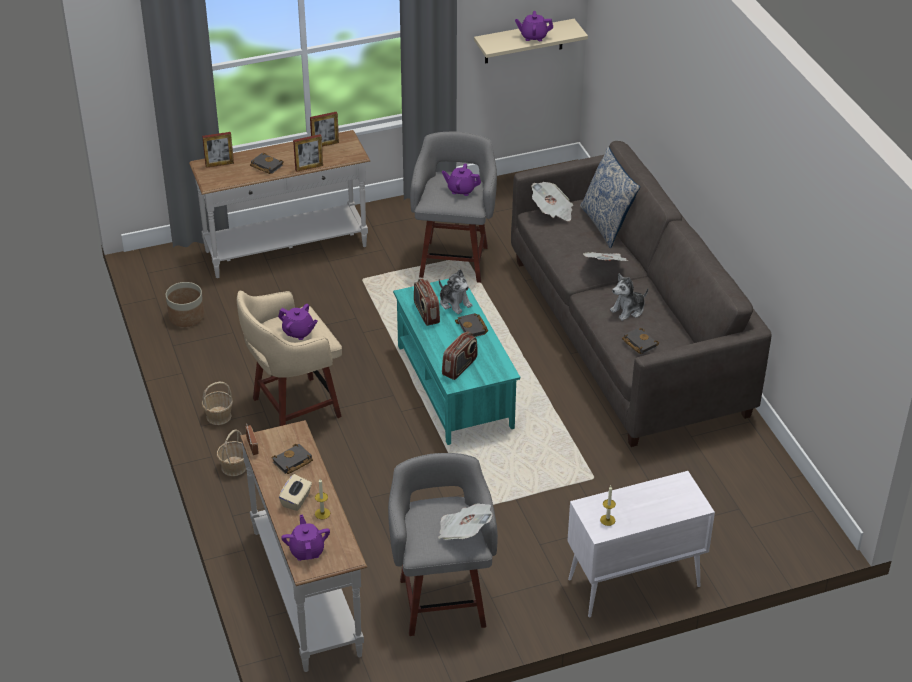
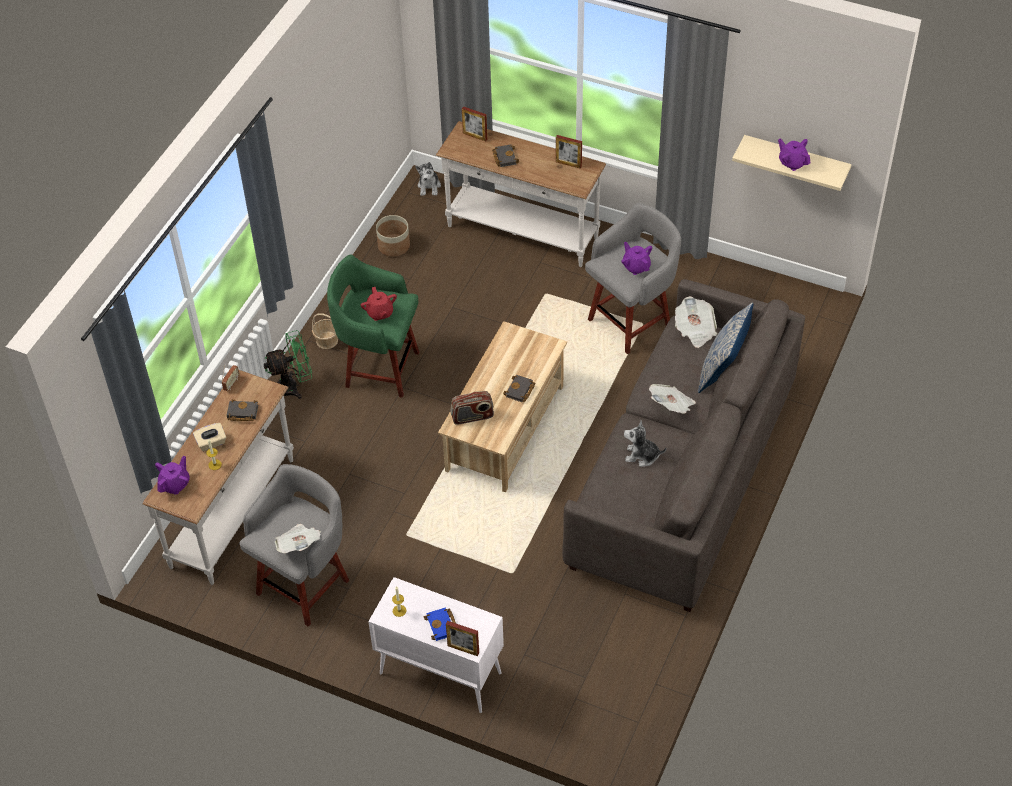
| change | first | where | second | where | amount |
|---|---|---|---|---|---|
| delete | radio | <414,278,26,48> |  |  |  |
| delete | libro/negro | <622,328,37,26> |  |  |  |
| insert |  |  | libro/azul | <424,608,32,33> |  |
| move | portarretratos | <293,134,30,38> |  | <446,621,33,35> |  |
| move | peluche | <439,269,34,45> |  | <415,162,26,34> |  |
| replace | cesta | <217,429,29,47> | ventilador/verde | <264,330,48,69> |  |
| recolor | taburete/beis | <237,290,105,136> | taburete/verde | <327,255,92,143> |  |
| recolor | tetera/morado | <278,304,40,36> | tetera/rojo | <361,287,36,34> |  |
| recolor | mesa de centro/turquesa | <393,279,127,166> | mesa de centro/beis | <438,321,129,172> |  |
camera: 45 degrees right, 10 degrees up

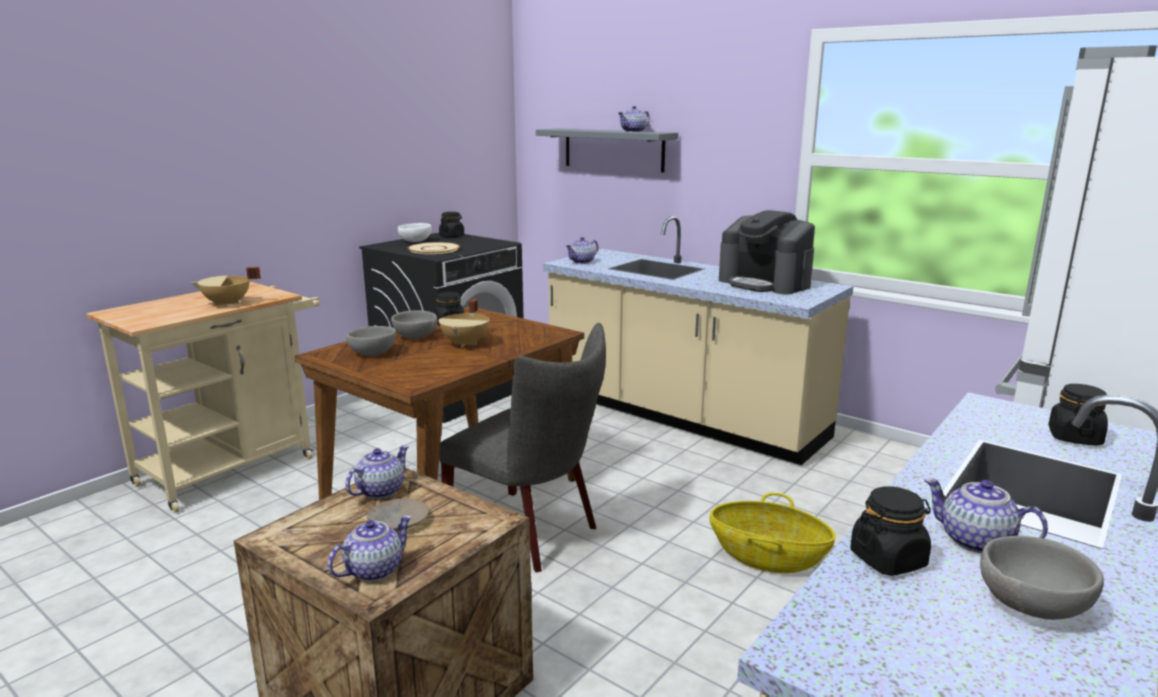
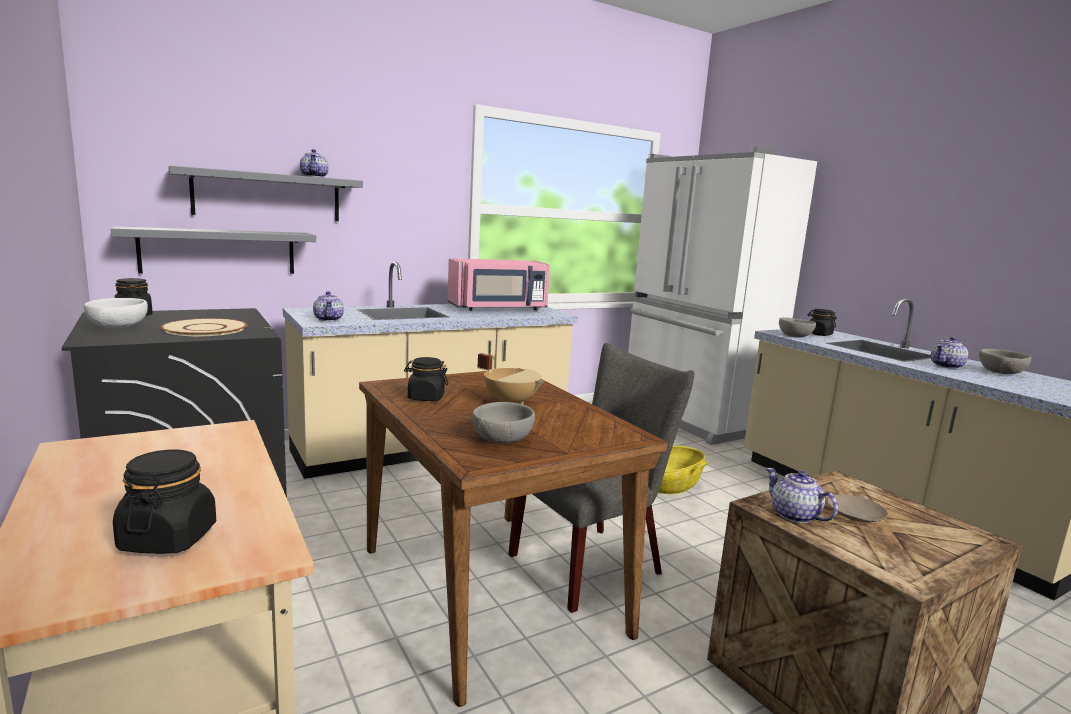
| change | first | where | second | where | amount |
|---|---|---|---|---|---|
| delete | olla/beis | <191,267,70,40> |  |  |  |
| delete | tetera | <327,515,85,66> |  |  |  |
| insert |  |  | estante/gris | <111,226,205,48> |  |
| move | cuenco/gris | <391,310,46,29> |  | <779,317,37,20> |  |
| move | tarro/negro | <850,486,81,90> |  | <113,450,103,104> |  |
| replace | cafetera | <719,210,96,85> | microondas/rosa | <448,258,102,53> |  |
camera: 70 degrees left, 5 degrees down

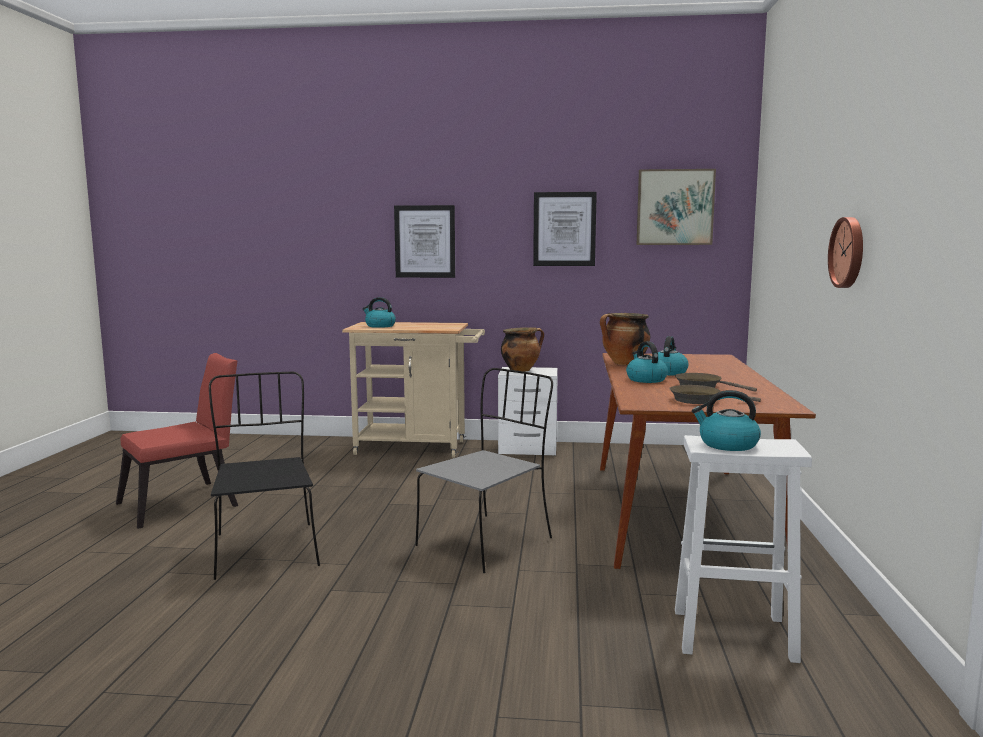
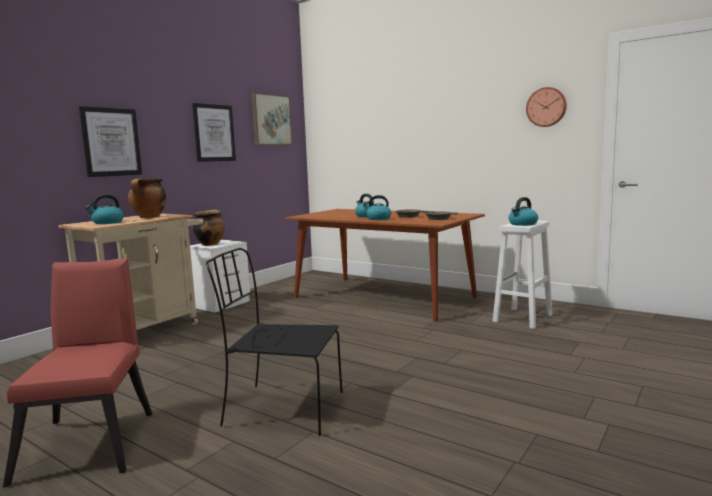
| change | first | where | second | where | amount |
|---|---|---|---|---|---|
| delete | silla/gris | <415,368,138,205> |  |  |  |
| move | olla | <600,313,50,52> |  | <128,179,39,39> |  |
| move | reloj de pared | <828,217,35,71> |  | <526,87,41,40> |  |
camera: 60 degrees left, 0 degrees up

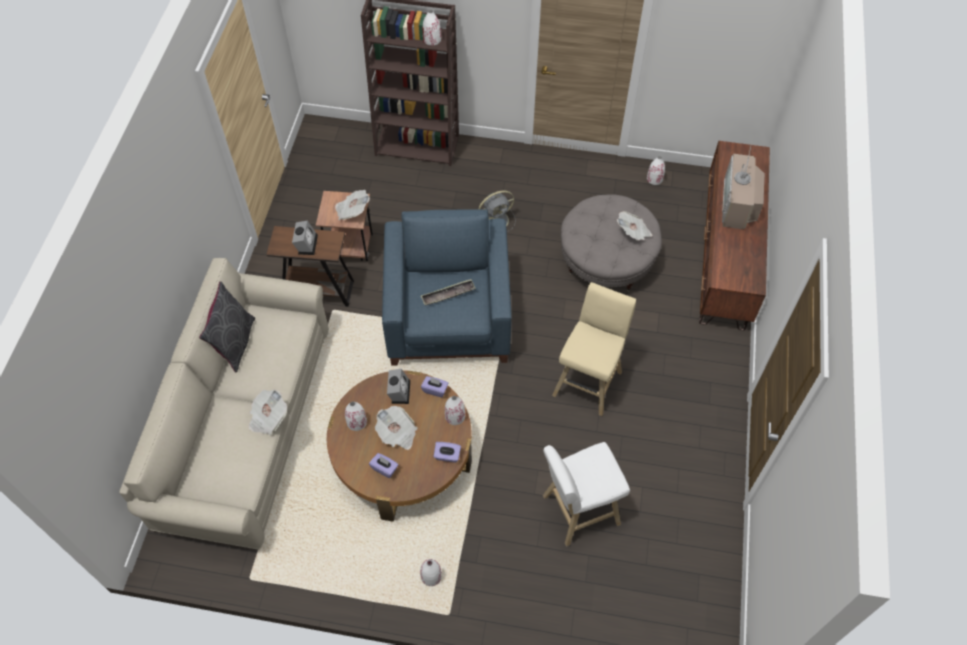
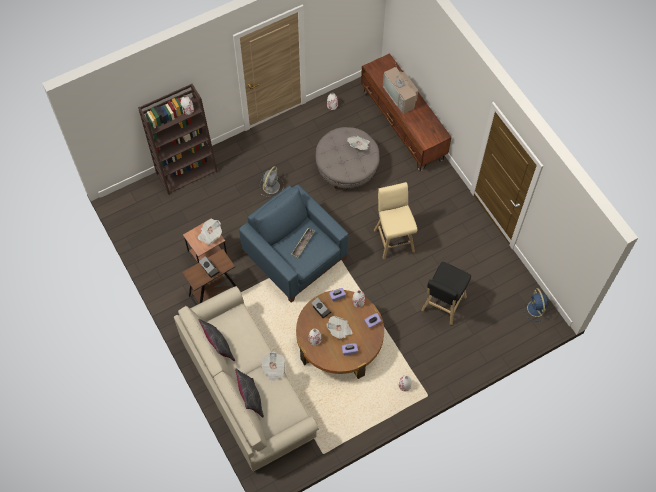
| change | first | where | second | where | amount |
|---|---|---|---|---|---|
| insert |  |  | cojín/gris | <235,368,29,50> |  |
| insert |  |  | ventilador/azul | <523,288,27,33> |  |
| recolor | taburete/blanco | <543,442,87,104> | taburete/negro | <421,262,50,63> |  |
camera: 40 degrees left, 5 degrees up

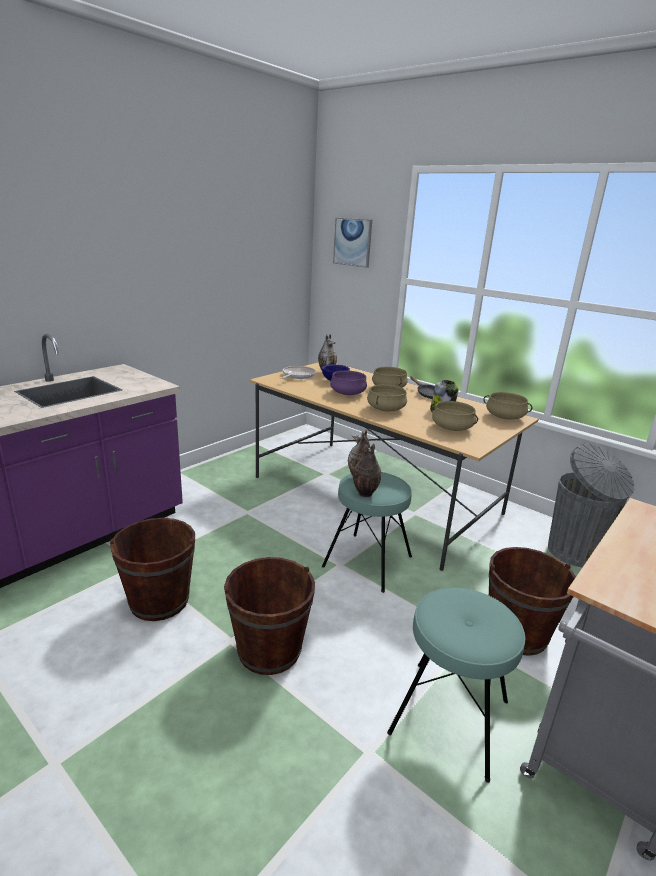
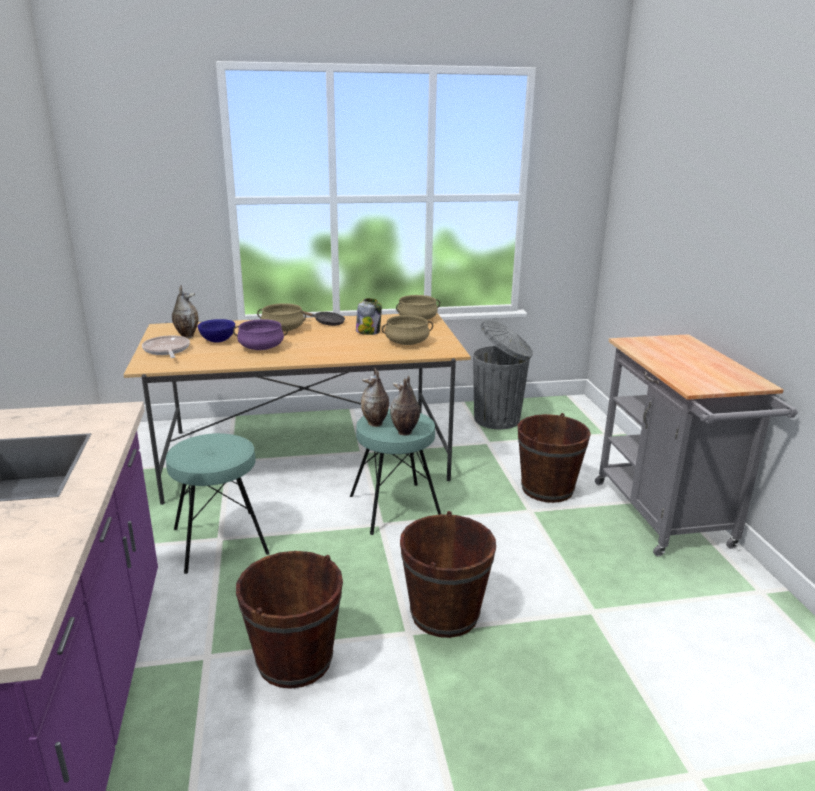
| change | first | where | second | where | amount |
|---|---|---|---|---|---|
| delete | cuadro | <333,218,39,50> |  |  |  |
| delete | olla/beis | <367,384,40,28> |  |  |  |
| move | taburete/turquesa | <387,587,138,196> |  | <166,433,103,141> |  |
camera: 50 degrees left, 0 degrees up

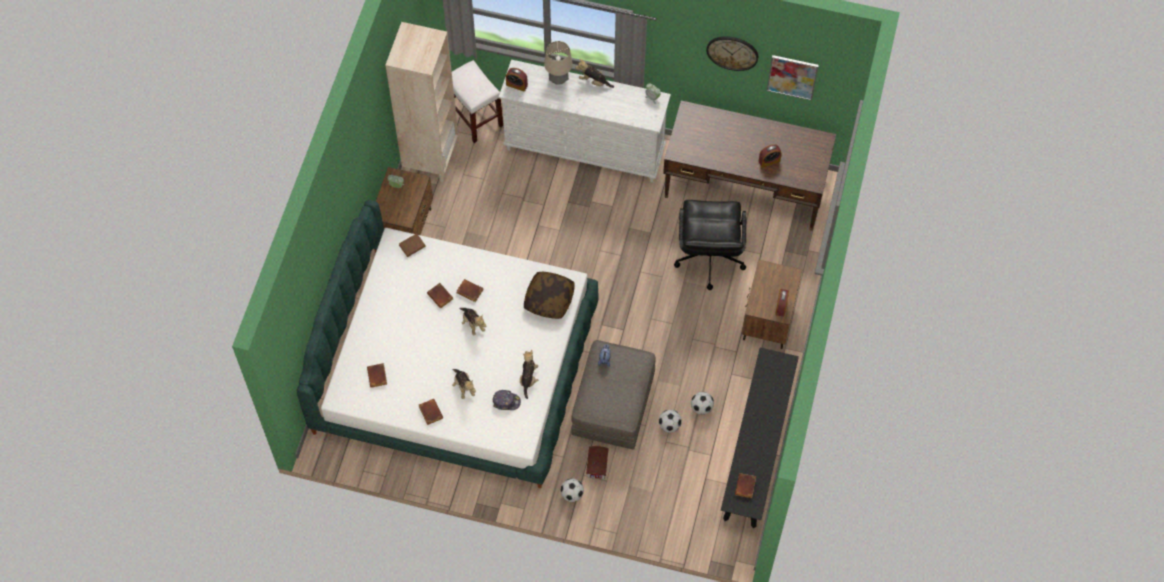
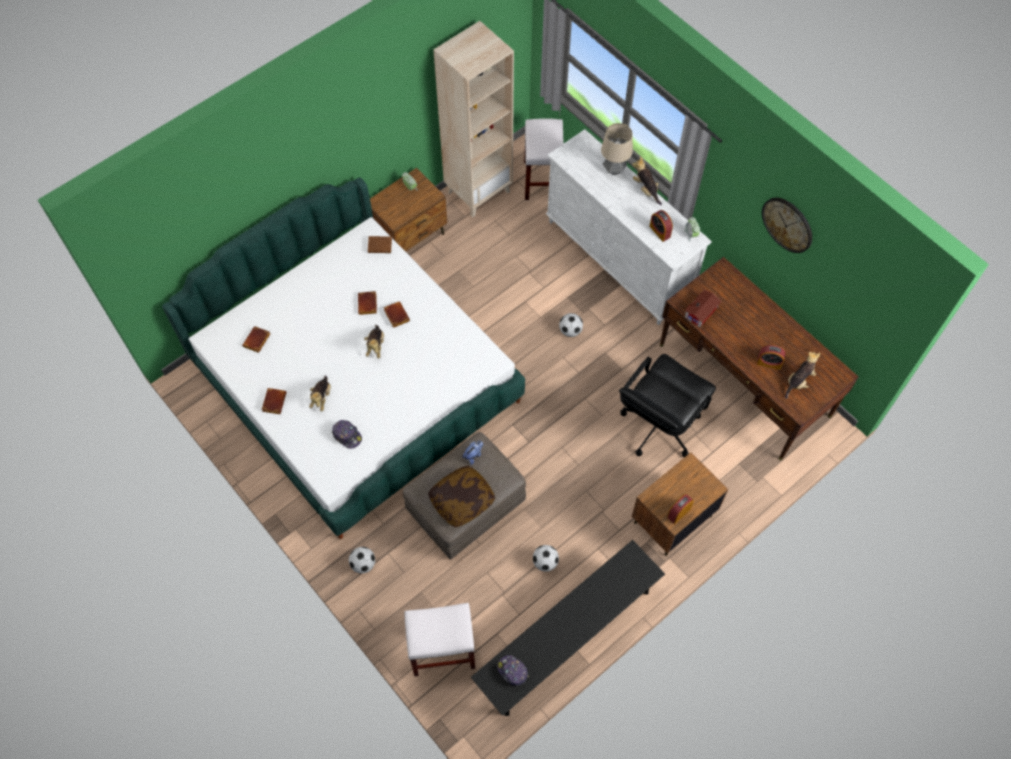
| change | first | where | second | where | amount |
|---|---|---|---|---|---|
| delete | cuadro | <767,55,52,46> |  |  |  |
| insert |  |  | taburete/blanco | <404,603,71,74> |  |
| move | despertador | <506,68,22,24> |  | <649,210,24,32> |  |
| move | peluche | <520,350,18,49> |  | <785,352,35,47> |  |
| move | cojín | <524,271,51,48> |  | <428,466,67,61> |  |
| move | casita | <586,446,23,33> |  | <685,290,37,37> |  |
| move | balón de fútbol | <659,410,23,23> |  | <559,313,24,24> |  |
| replace | libro/marrón | <735,473,21,25> | gorra | <497,655,32,31> |  |
camera: 35 degrees right, 0 degrees up

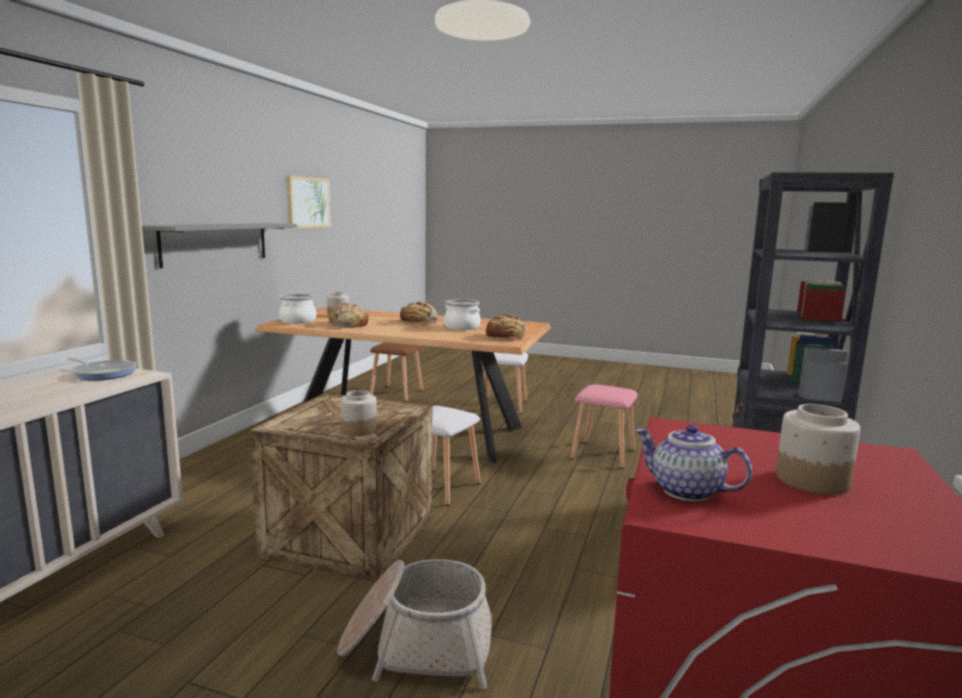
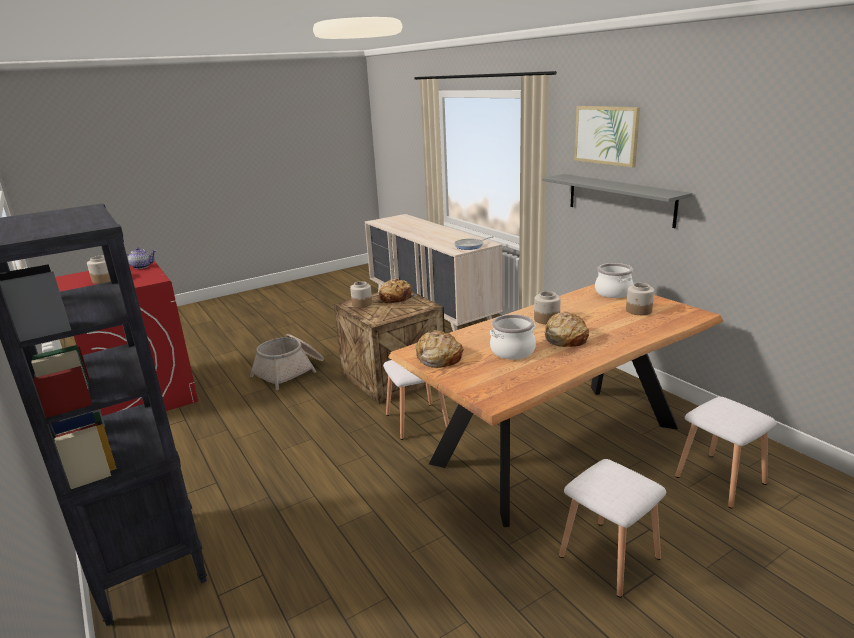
| change | first | where | second | where | amount |
|---|---|---|---|---|---|
| delete | taburete/rosa | <570,384,68,85> |  |  |  |
| insert |  |  | tarro | <534,291,27,33> |  |
| move | cuadro | <286,176,45,53> |  | <574,106,66,61> |  |
| move | pan | <328,303,41,25> |  | <379,278,38,26> |  |
| recolor | taburete/marrón | <370,342,53,60> | taburete/blanco | <675,397,102,112> |  |
camera: 130 degrees right, 10 degrees up

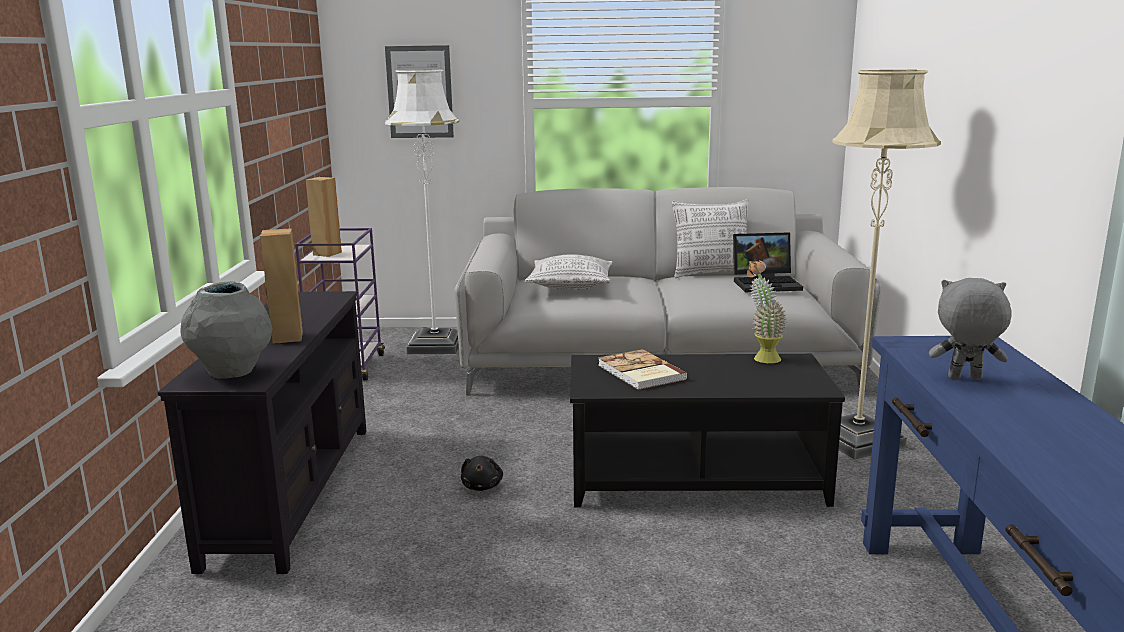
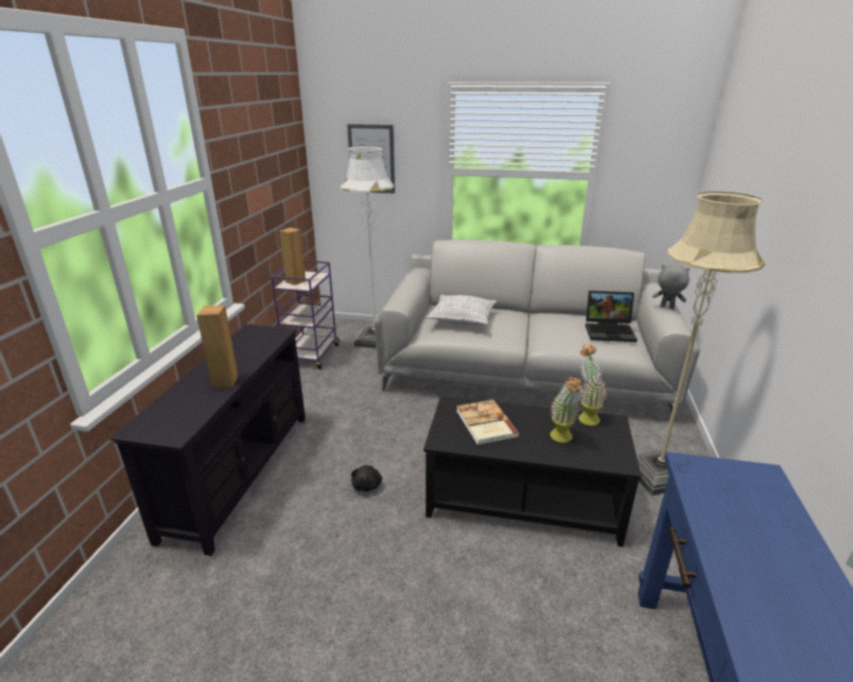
| change | first | where | second | where | amount |
|---|---|---|---|---|---|
| delete | florero/gris | <181,281,91,98> |  |  |  |
| delete | cojín | <672,200,77,78> |  |  |  |
| insert |  |  | planta en maceta | <550,375,33,68> |  |
| move | peluche/gris | <929,278,83,102> |  | <652,265,38,44> |  |
camera: 10 degrees right, 10 degrees up

